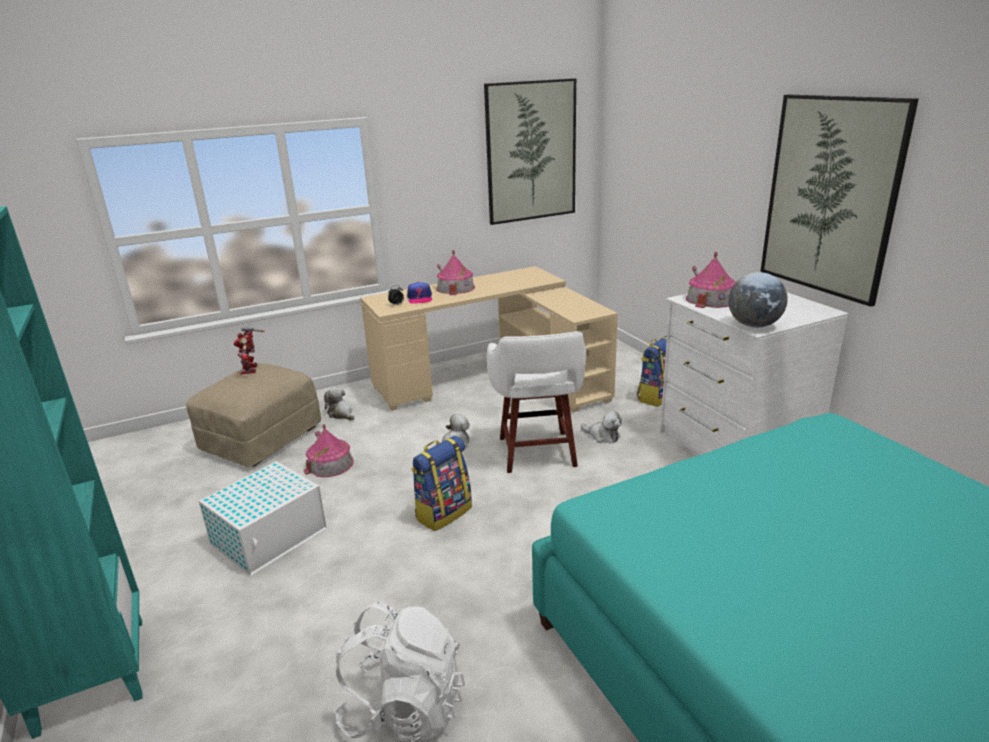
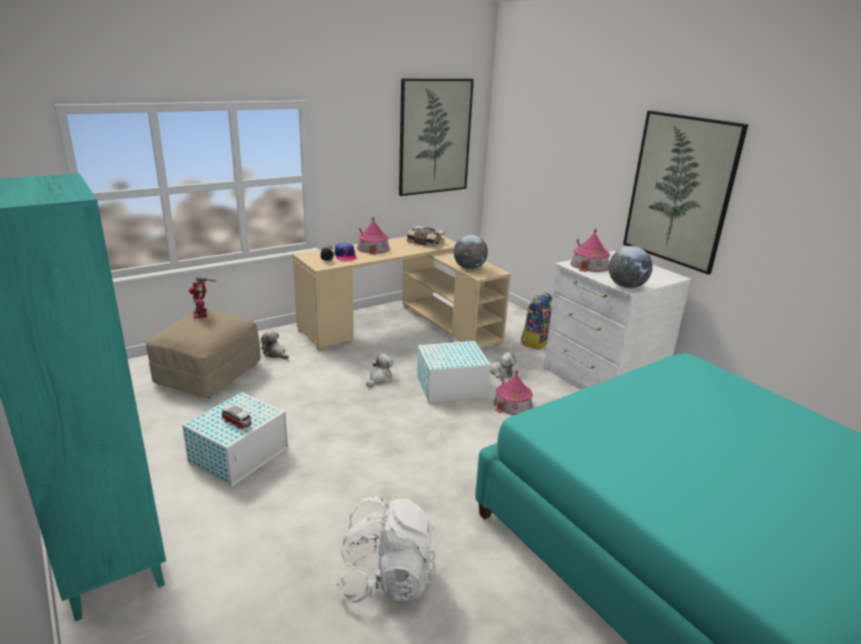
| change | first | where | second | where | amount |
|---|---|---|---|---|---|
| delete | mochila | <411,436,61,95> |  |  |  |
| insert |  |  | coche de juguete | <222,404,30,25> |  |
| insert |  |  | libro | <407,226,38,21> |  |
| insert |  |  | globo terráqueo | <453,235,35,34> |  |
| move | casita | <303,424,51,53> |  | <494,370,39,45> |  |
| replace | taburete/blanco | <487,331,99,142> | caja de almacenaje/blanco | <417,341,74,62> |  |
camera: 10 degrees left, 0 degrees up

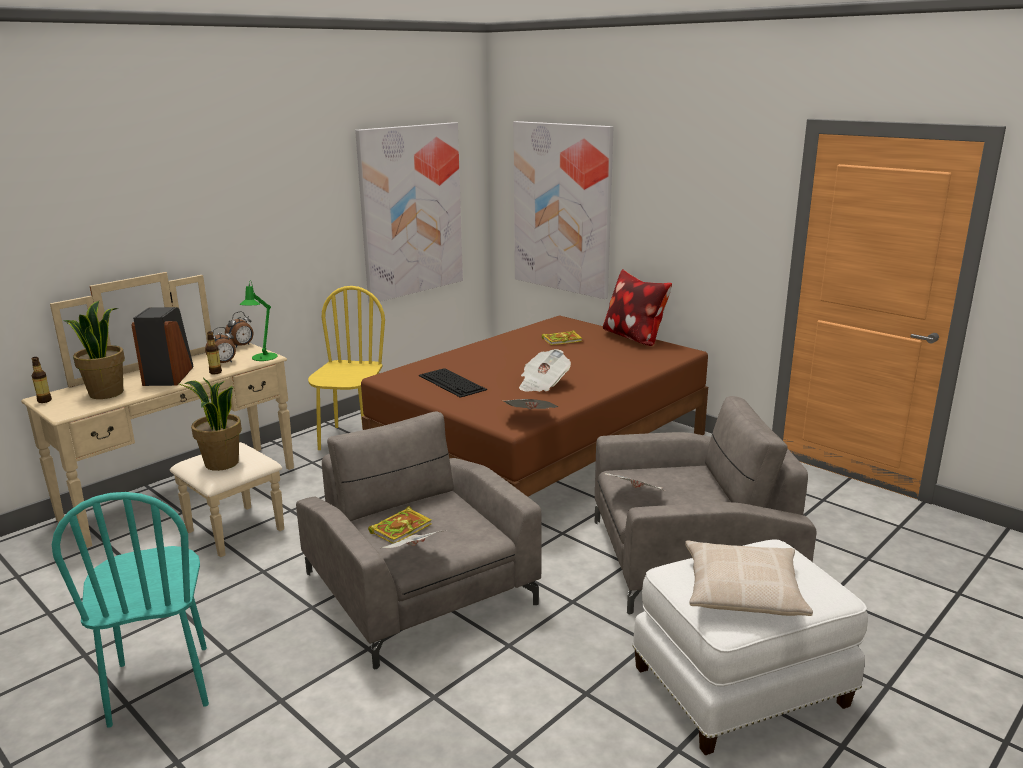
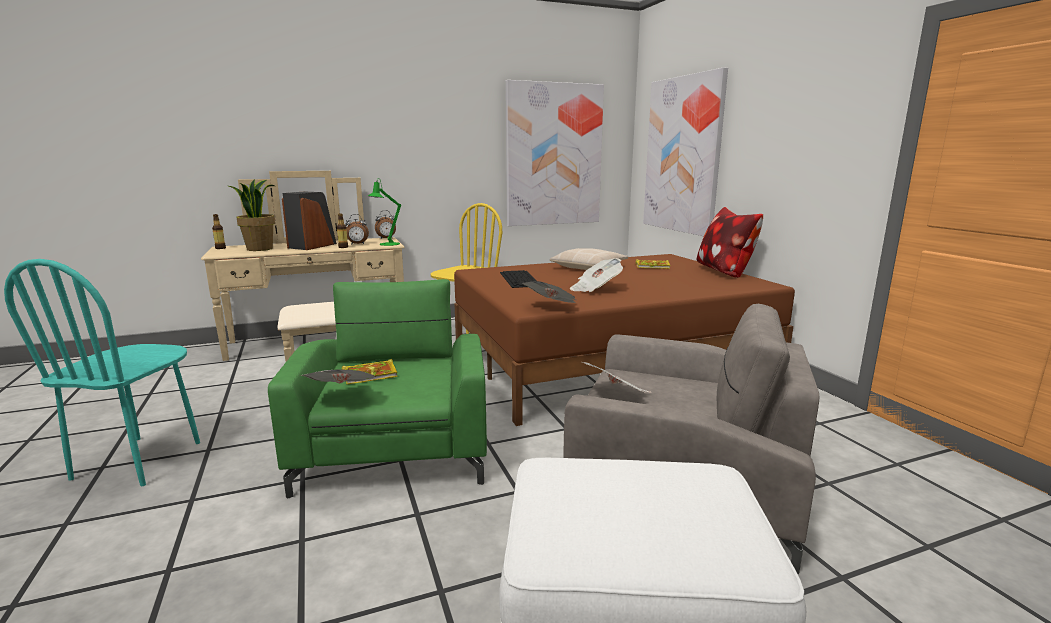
| change | first | where | second | where | amount |
|---|---|---|---|---|---|
| delete | planta en maceta | <177,378,65,93> |  |  |  |
| move | cojín/beis | <685,540,128,76> |  | <550,248,78,22> |  |
| recolor | sillón/gris | <296,412,246,257> | sillón/verde | <268,279,219,219> |  |
camera: 25 degrees right, 5 degrees down

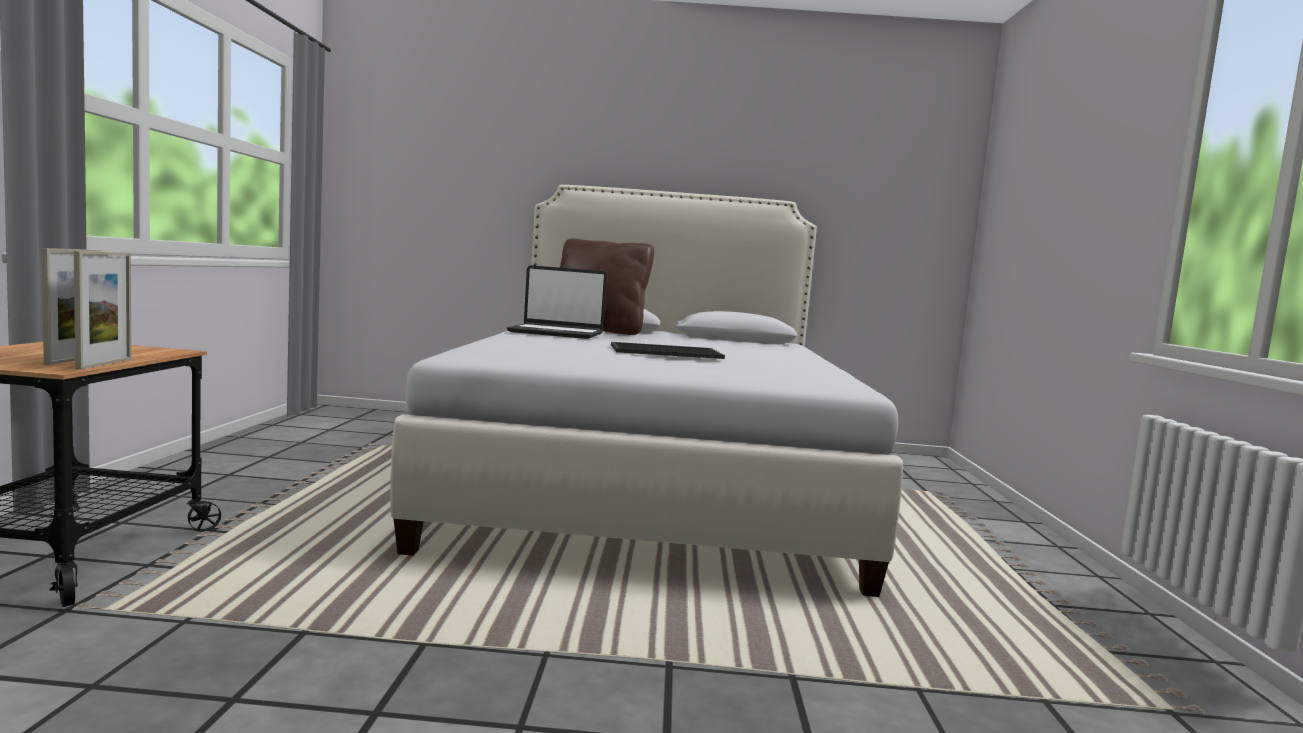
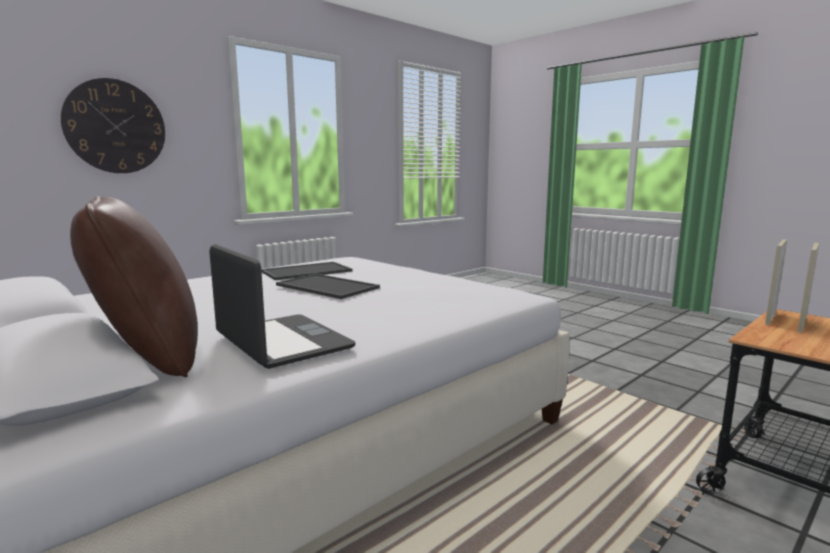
| change | first | where | second | where | amount |
|---|---|---|---|---|---|
| insert |  |  | reloj de pared | <61,78,104,95> |  |
| insert |  |  | bandeja | <261,262,91,18> |  |
camera: 135 degrees left, 5 degrees up

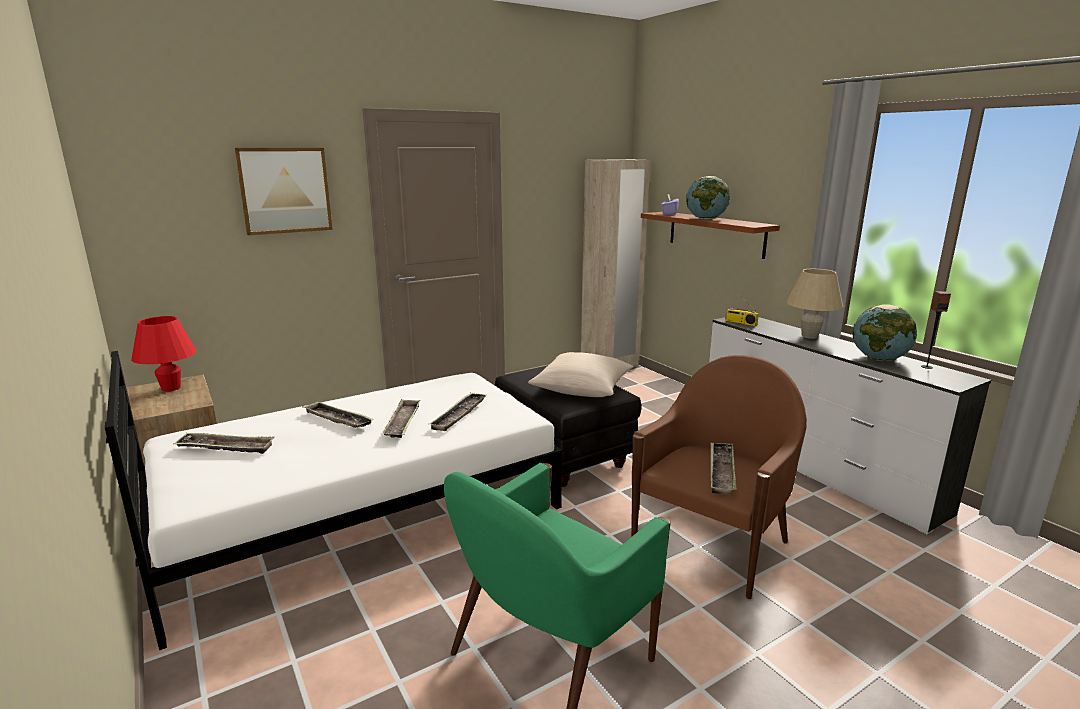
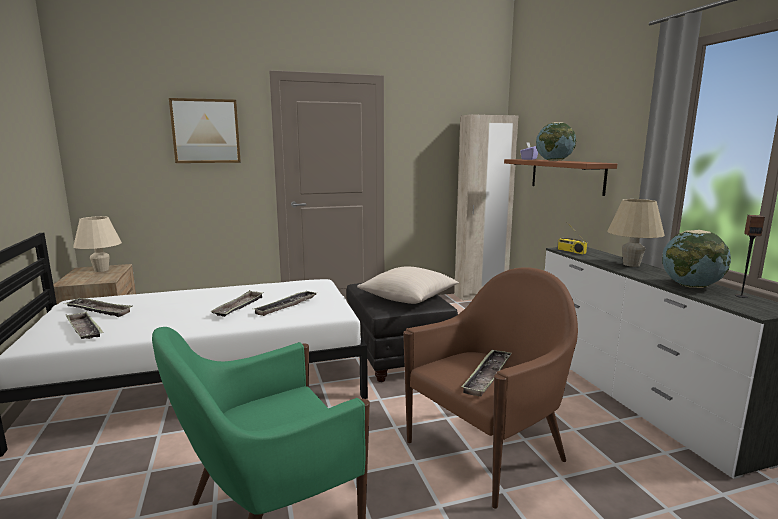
| change | first | where | second | where | amount |
|---|---|---|---|---|---|
| move | bandeja | <302,401,72,27> |  | <65,312,39,27> |  |
| recolor | lámpara de mesa/rojo | <131,316,65,76> | lámpara de mesa/beis | <73,216,49,56> |  |
camera: 15 degrees right, 5 degrees down

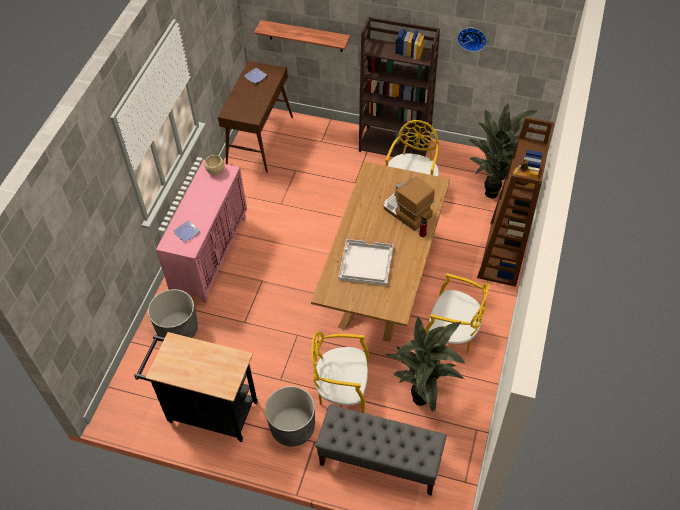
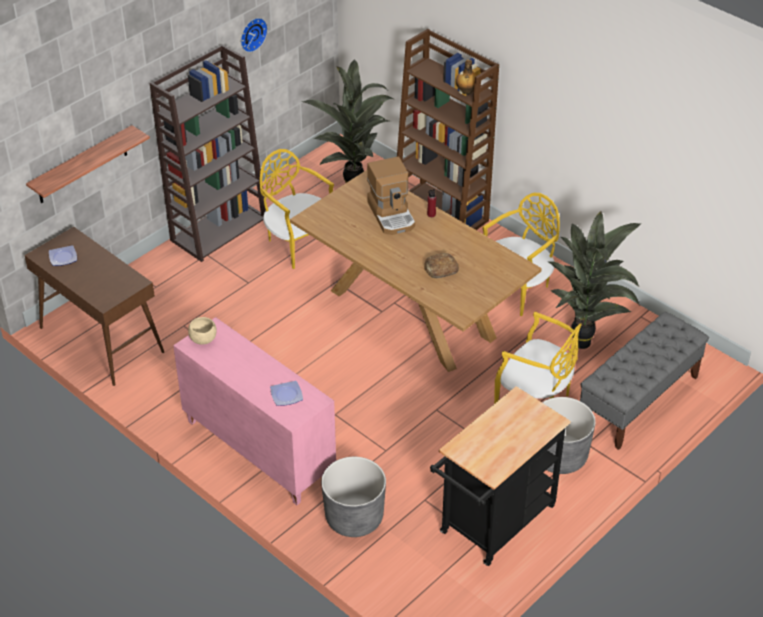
| change | first | where | second | where | amount |
|---|---|---|---|---|---|
| replace | bandeja/blanco | <338,239,55,47> | pan | <424,253,35,25> |  |
| rotate | silla/amarillo | <311,331,58,82> |  | <494,312,88,92> | 90 degrees counterclockwise |
| rotate | cafetera | <384,177,51,54> |  | <367,157,48,78> | 90 degrees counterclockwise |
camera: 65 degrees left, 10 degrees down

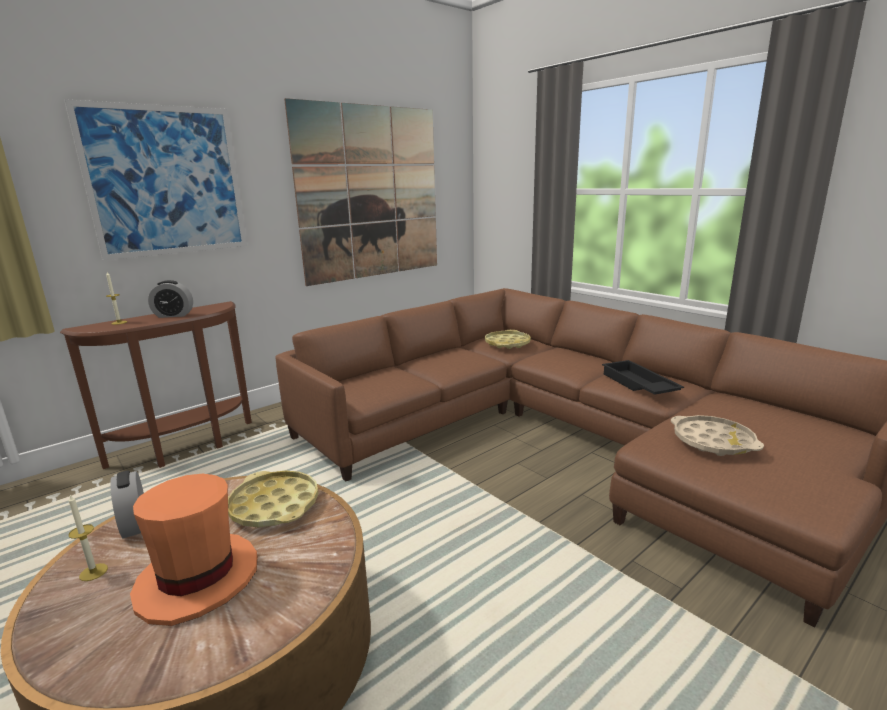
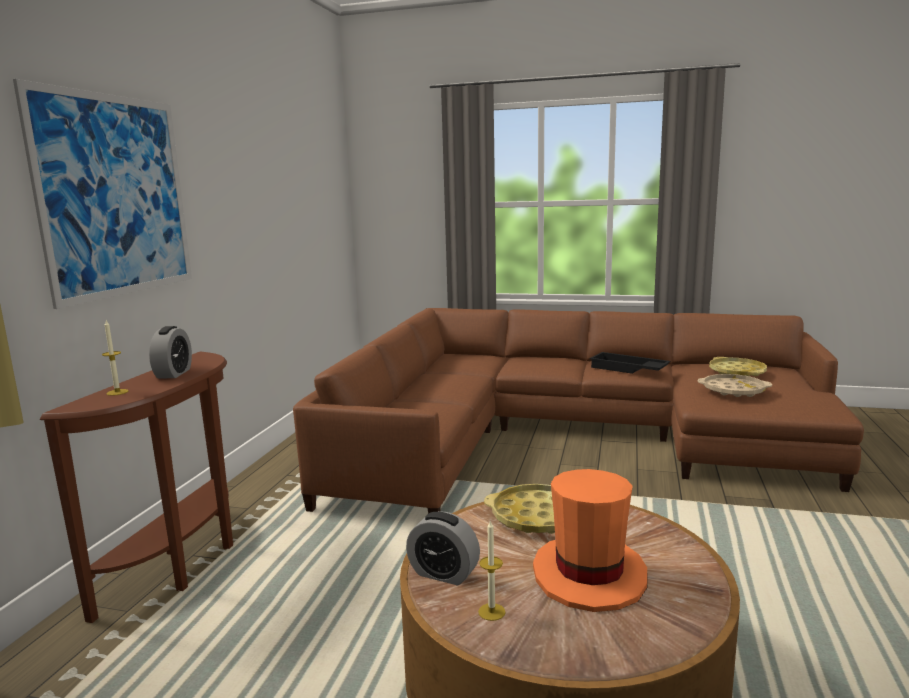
| change | first | where | second | where | amount |
|---|---|---|---|---|---|
| delete | cuadro | <284,98,153,188> |  |  |  |
| move | bandeja/amarillo | <485,330,46,19> |  | <709,357,58,19> |  |
| rotate | despertador | <148,280,45,38> |  | <149,326,43,53> | 45 degrees counterclockwise |
camera: 35 degrees left, 5 degrees down

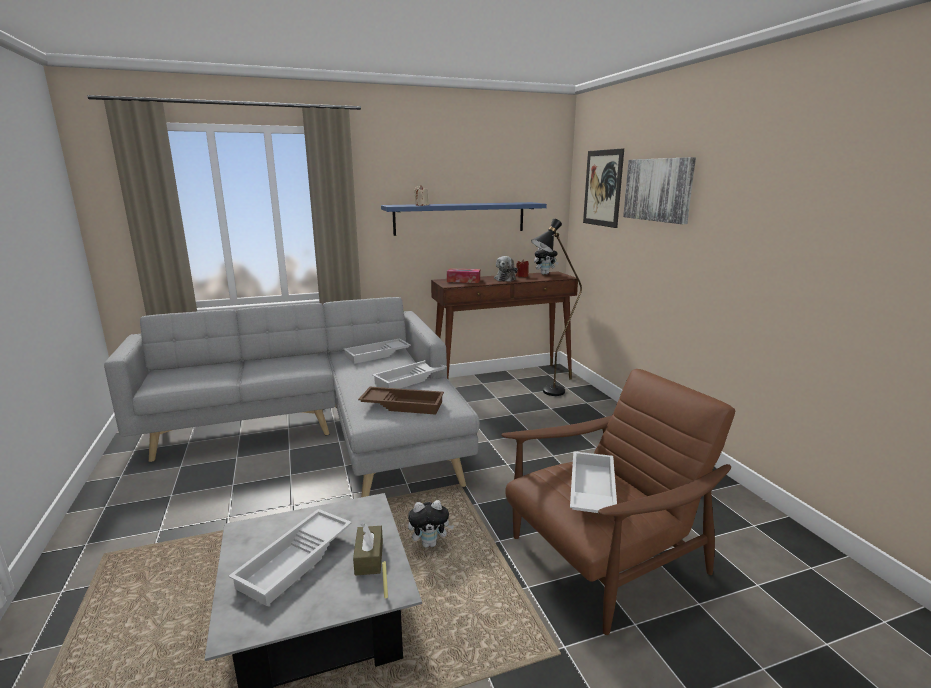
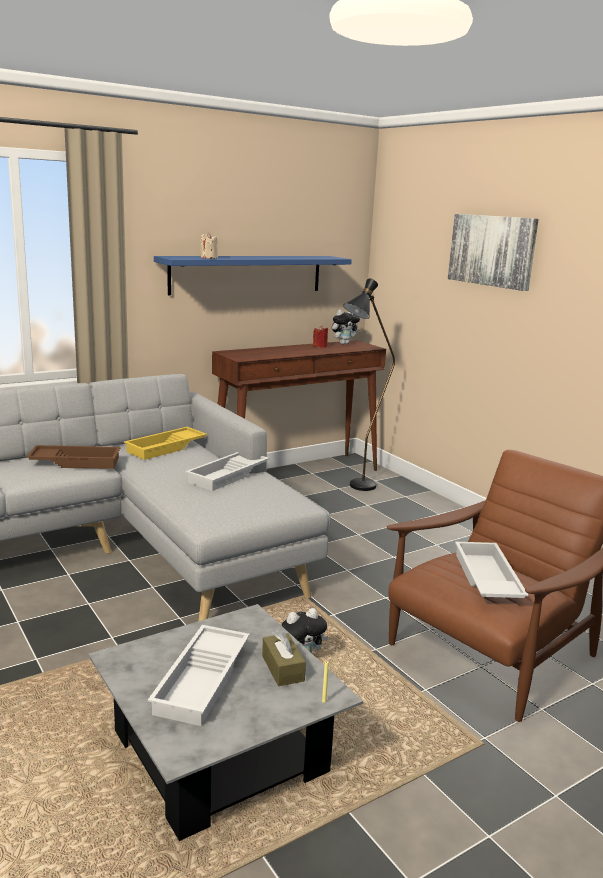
| change | first | where | second | where | amount |
|---|---|---|---|---|---|
| delete | caja de pañuelos | <447,268,33,15> |  |  |  |
| delete | peluche | <494,256,24,26> |  |  |  |
| delete | cuadro | <583,148,41,80> |  |  |  |
| move | bandeja/marrón | <358,387,86,28> |  | <26,445,95,24> |  |
| recolor | bandeja/blanco | <343,338,68,26> | bandeja/amarillo | <124,427,83,33> |  |
camera: 15 degrees left, 0 degrees up

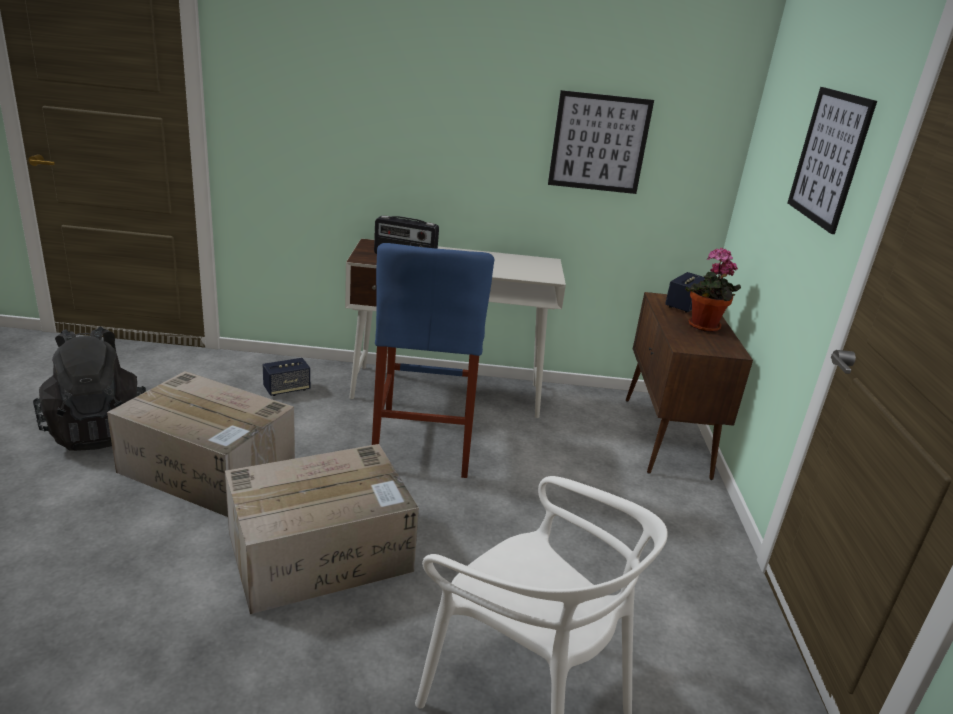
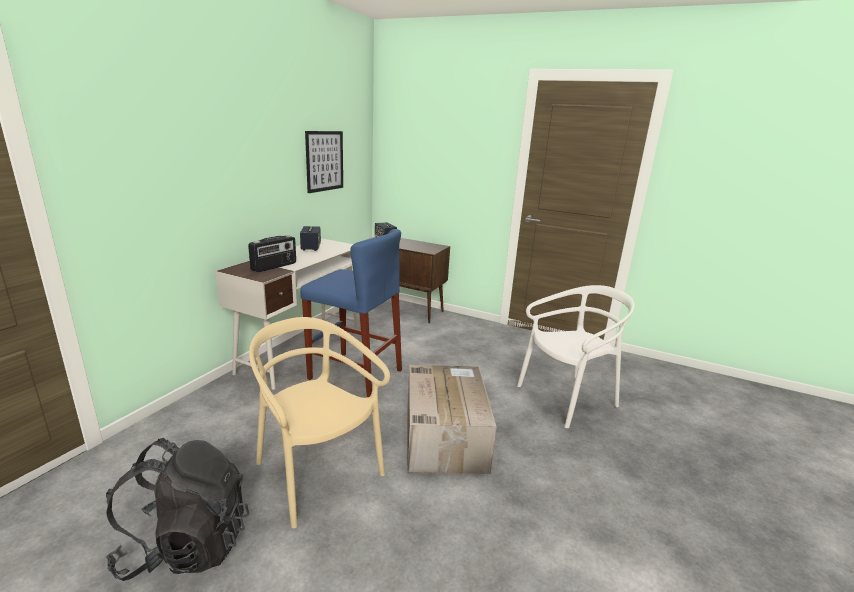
| change | first | where | second | where | amount |
|---|---|---|---|---|---|
| delete | planta en maceta | <685,248,56,84> |  |  |  |
| delete | cuadro | <787,87,90,147> |  |  |  |
| move | altavoz | <262,358,48,38> |  | <300,226,21,25> |  |
| replace | caja de cartón | <107,371,188,146> | silla/beis | <249,317,141,211> |  |
camera: 65 degrees left, 5 degrees down

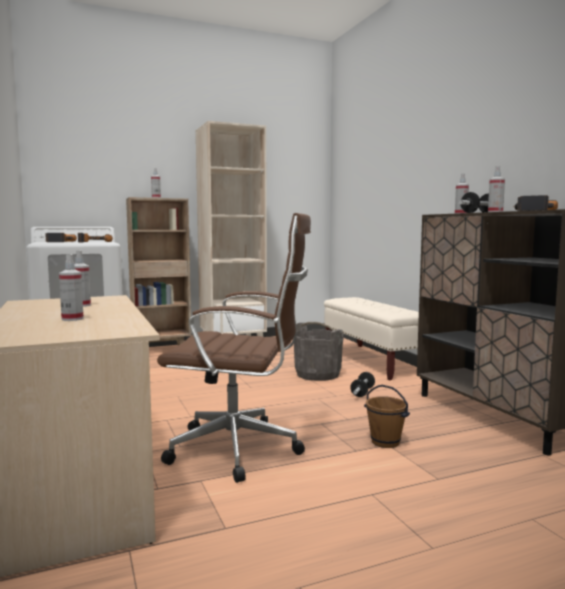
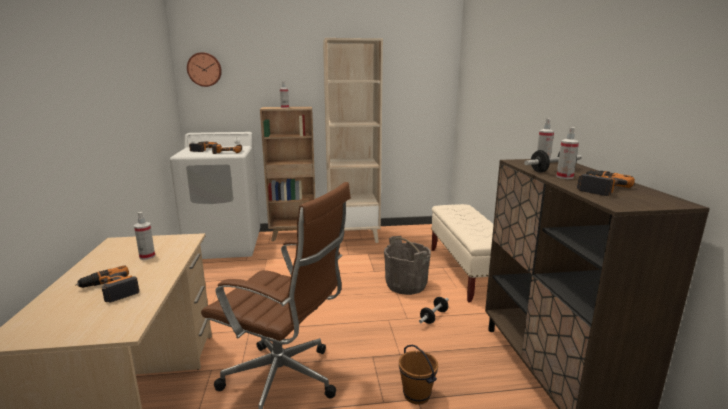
| change | first | where | second | where | amount |
|---|---|---|---|---|---|
| insert |  |  | reloj de pared | <187,52,35,35> |  |
| replace | pulverizador | <59,254,25,67> | taladro | <75,265,64,37> |  |
camera: 15 degrees right, 10 degrees up

